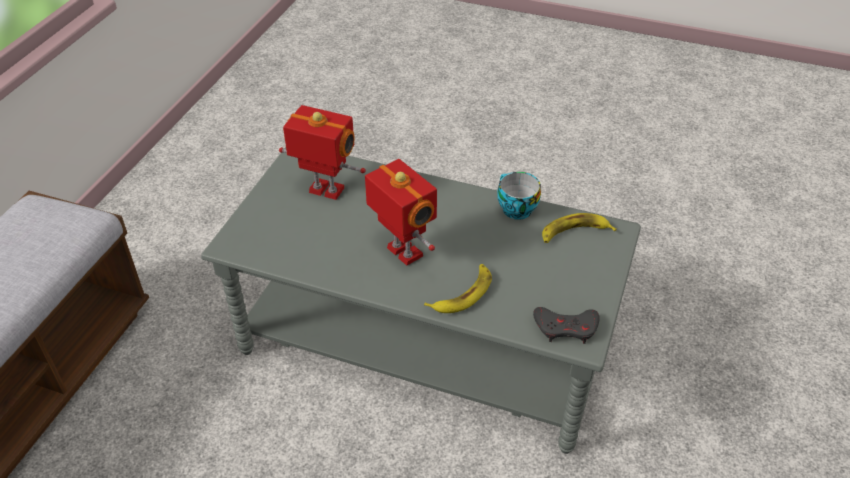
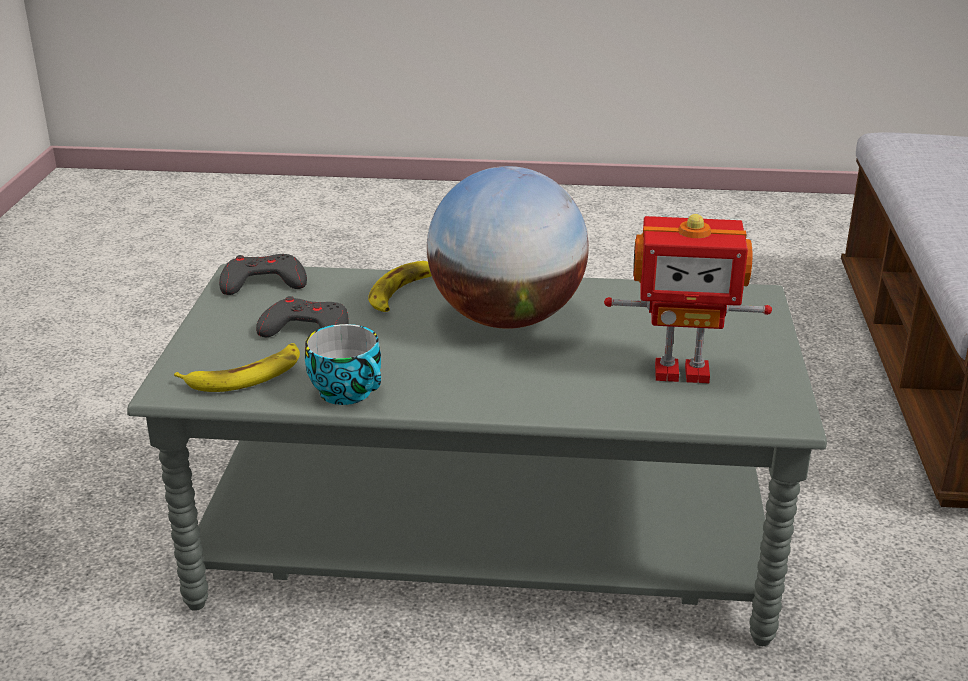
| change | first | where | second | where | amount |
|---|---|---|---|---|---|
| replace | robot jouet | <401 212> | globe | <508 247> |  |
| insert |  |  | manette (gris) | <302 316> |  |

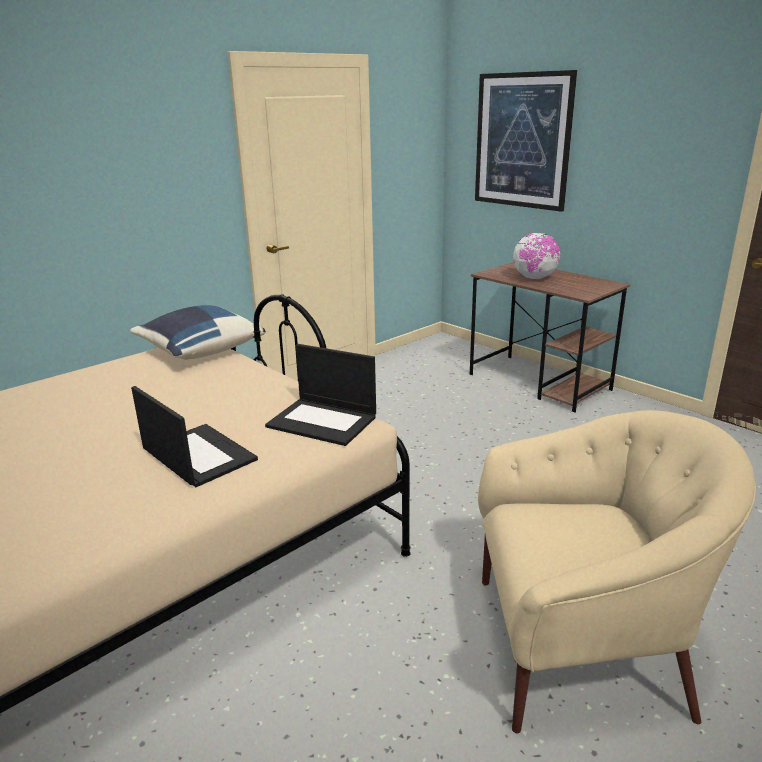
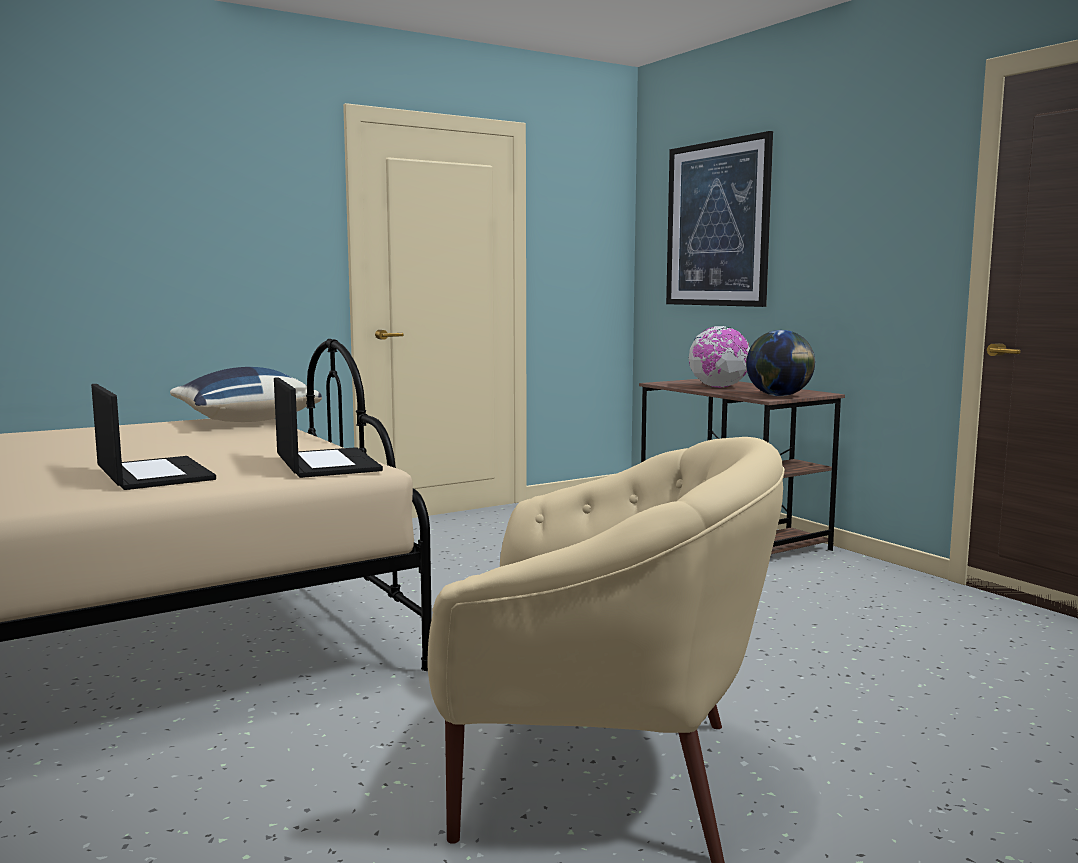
| change | first | where | second | where | amount |
|---|---|---|---|---|---|
| rotate | ordinateur portable | <320 395> |  | <328 427> | 150 degrees counterclockwise |
| insert |  |  | globe | <780 363> |  |

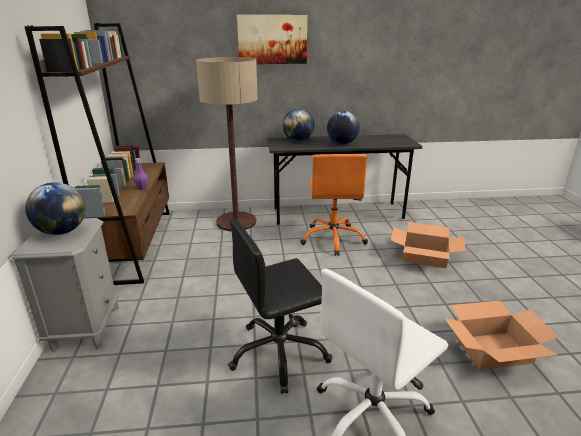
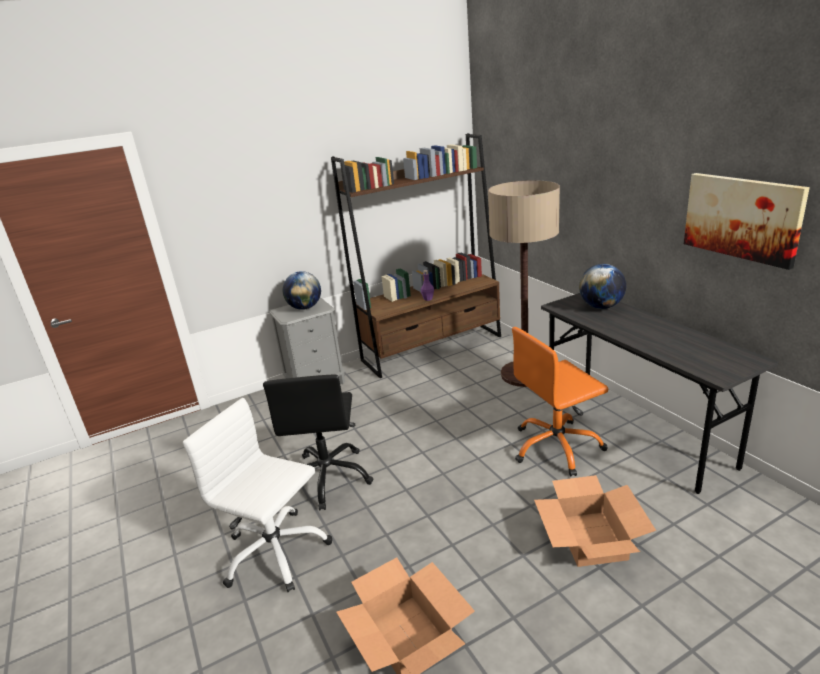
| change | first | where | second | where | amount |
|---|---|---|---|---|---|
| move | tableau | <272 39> |  | <747 221> |  |
| delete | globe | <343 127> |  |  |  |
| rotate | chaise de bureau (noir) | <280 306> |  | <318 442> | 135 degrees counterclockwise |

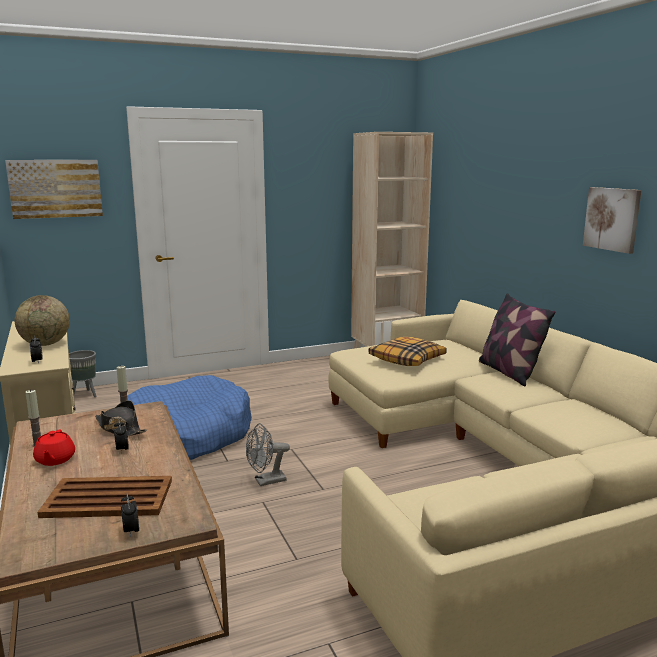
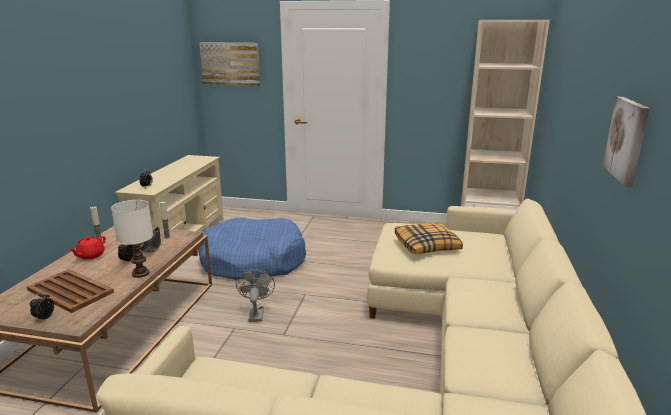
| change | first | where | second | where | amount |
|---|---|---|---|---|---|
| delete | coussin | <517 339> |  |  |  |
| delete | globe | <42 320> |  |  |  |
| delete | cache-pot (gris) | <82 373> |  |  |  |
| rotate | ventilateur (gris) | <268 454> |  | <255 295> | 75 degrees clockwise |
| insert |  |  | lampe de table (blanc) | <132 239> |  |

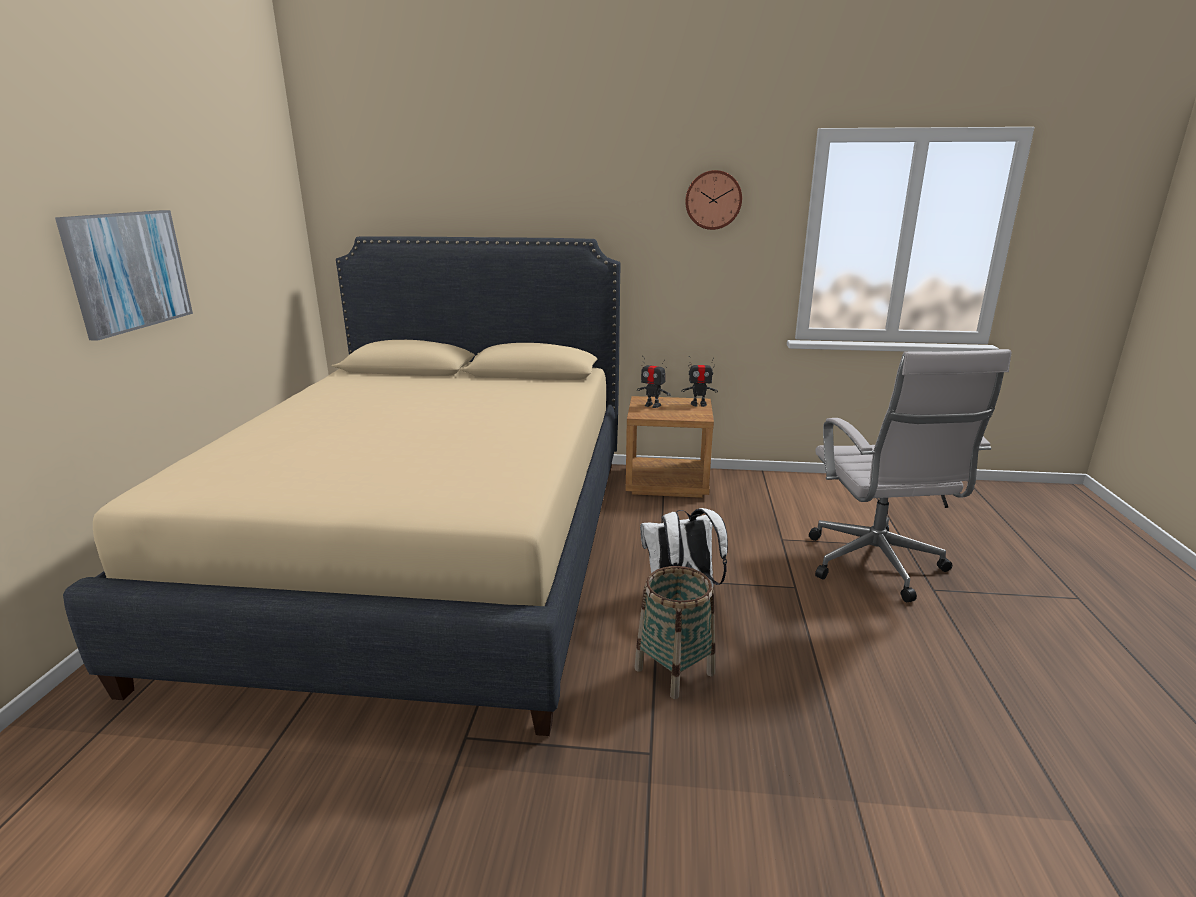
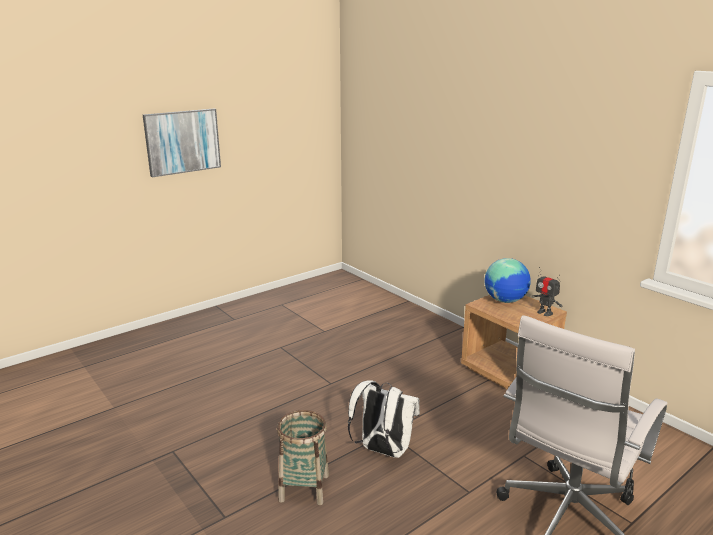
| change | first | where | second | where | amount |
|---|---|---|---|---|---|
| delete | horloge murale | <713 200> |  |  |  |
| delete | lit (beige) | <342 486> |  |  |  |
| replace | robot jouet | <654 381> | globe | <508 280> |  |

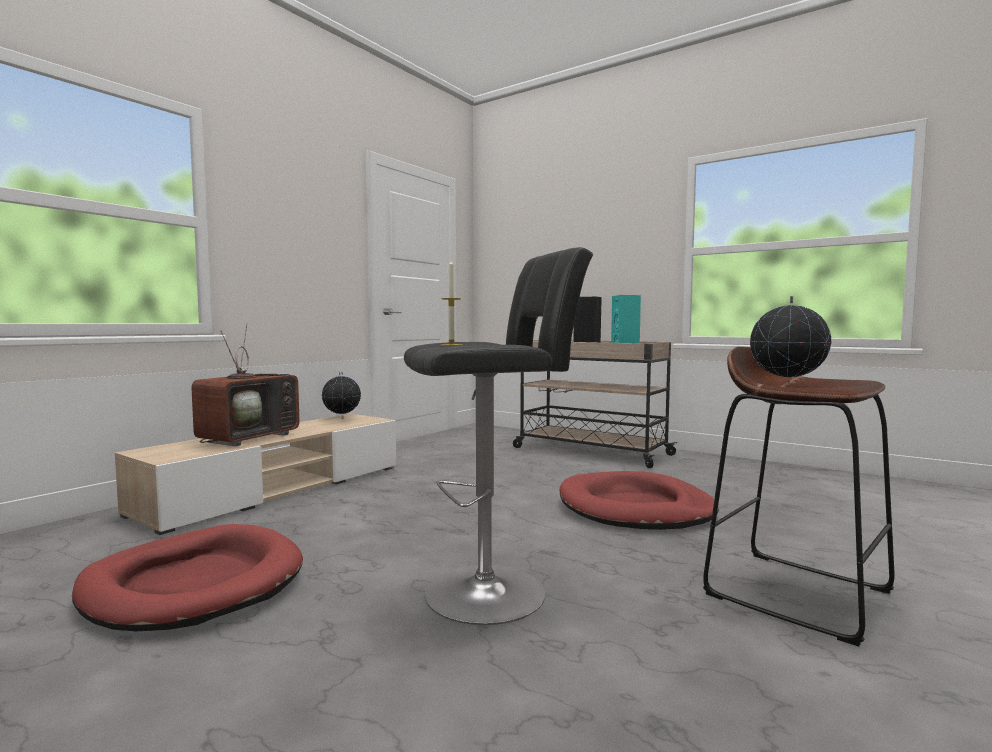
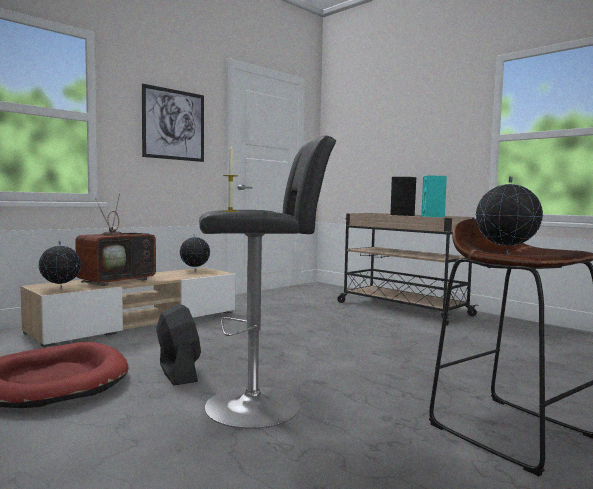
| change | first | where | second | where | amount |
|---|---|---|---|---|---|
| delete | panier pour chien (rouge) | <639 500> |  |  |  |
| insert |  |  | tableau | <173 122> |  |
| insert |  |  | globe | <59 265> |  |
| insert |  |  | ventilateur (noir) | <178 344> |  |

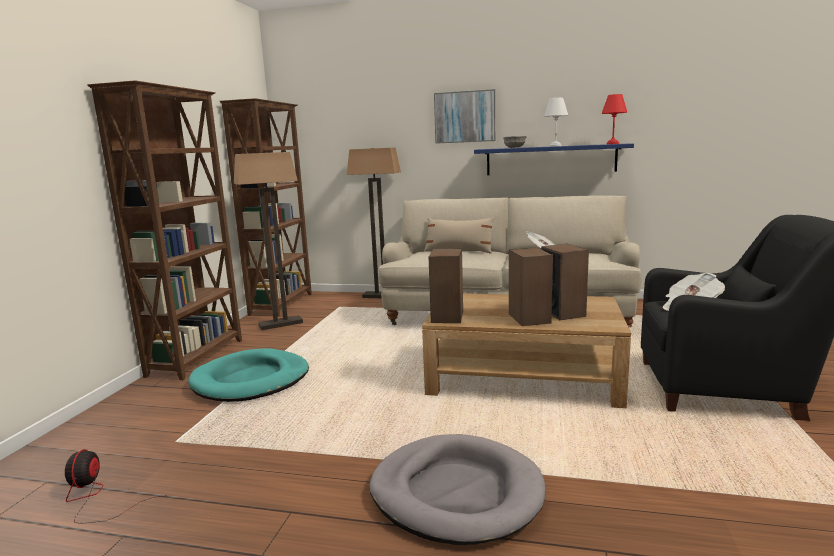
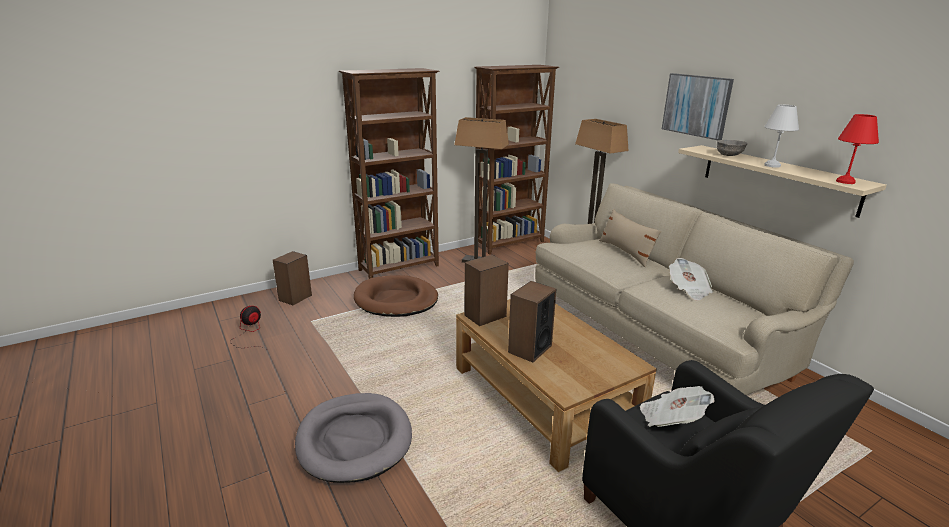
| change | first | where | second | where | amount |
|---|---|---|---|---|---|
| recolor | étagère (bleu) | <554 159> | étagère (beige) | <782 181> |  |
| move | enceinte | <565 282> |  | <292 278> |  |
| recolor | panier pour chien (turquoise) | <248 375> | panier pour chien (marron) | <396 296> |  |

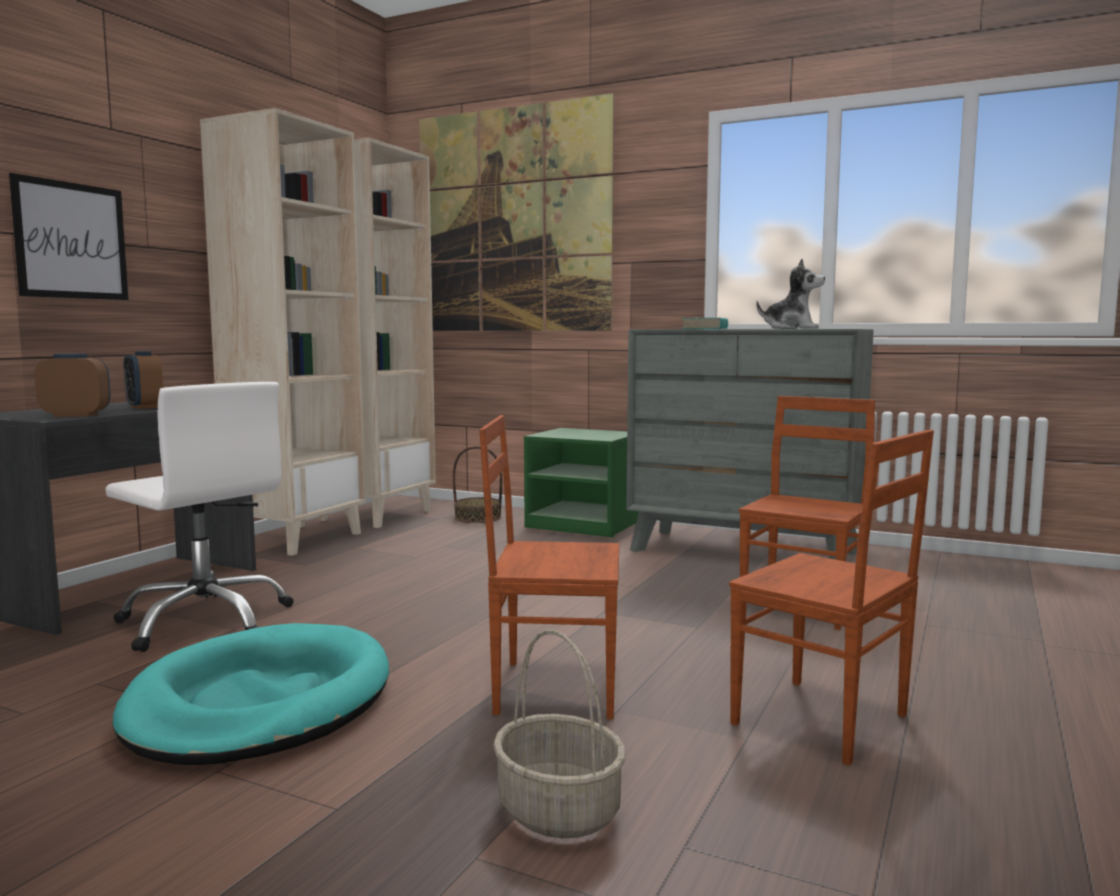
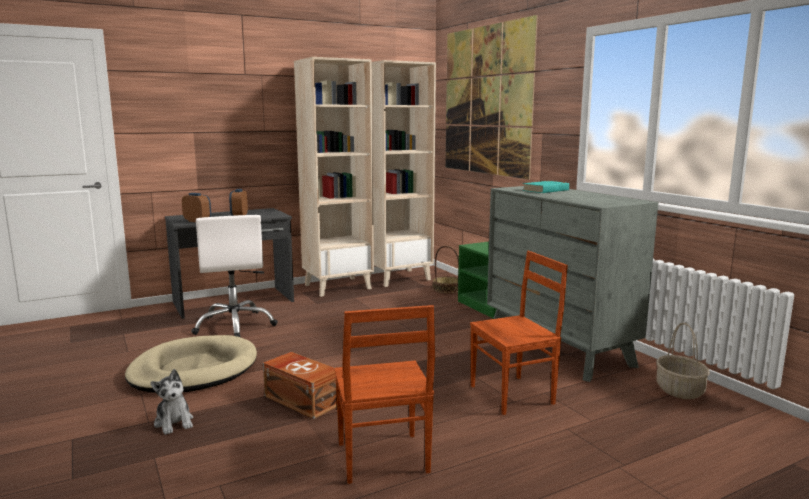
| change | first | where | second | where | amount |
|---|---|---|---|---|---|
| delete | tableau | <68 236> |  |  |  |
| move | peluche | <790 294> |  | <172 402> |  |
| replace | chaise (marron) | <549 567> | boîte de rangement (marron) | <300 385> |  |
| recolor | panier pour chien (turquoise) | <251 694> | panier pour chien (beige) | <191 364> |  |
| move | panier | <559 734> |  | <683 361> |  |

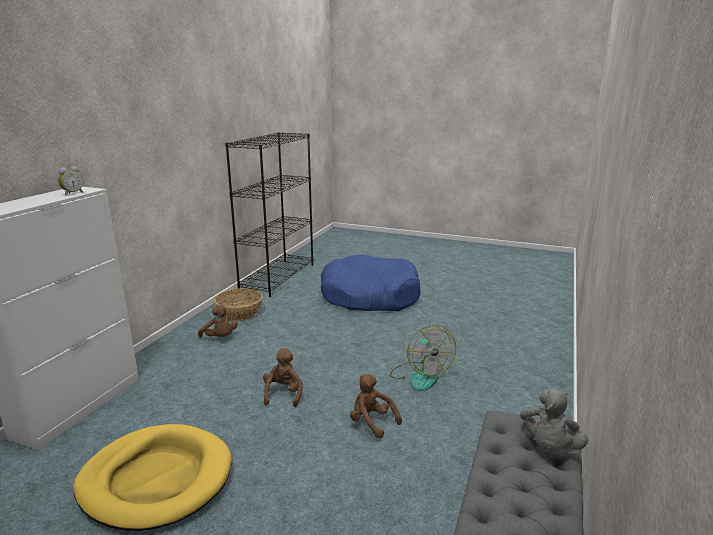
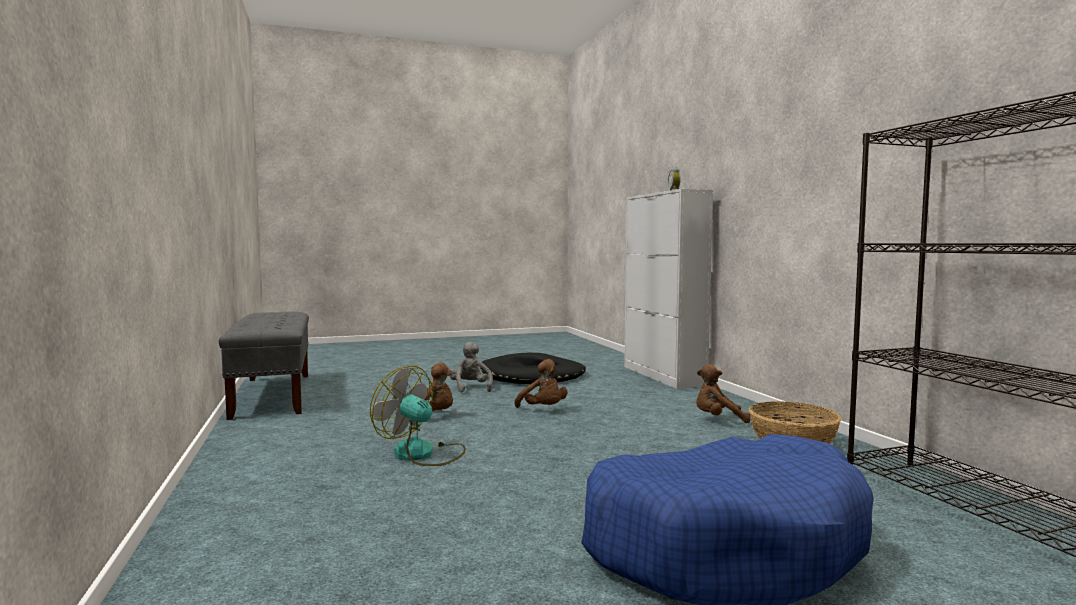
| change | first | where | second | where | amount |
|---|---|---|---|---|---|
| move | peluche (gris) | <554 419> |  | <471 367> |  |
| recolor | panier pour chien (jaune) | <152 477> | panier pour chien (noir) | <533 368> |  |

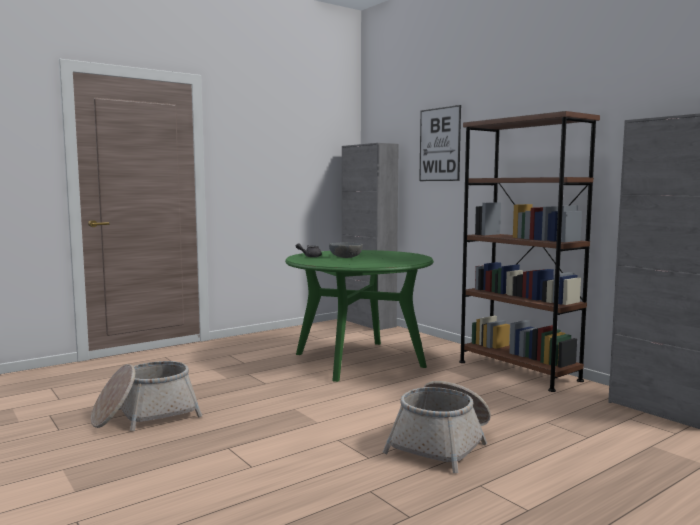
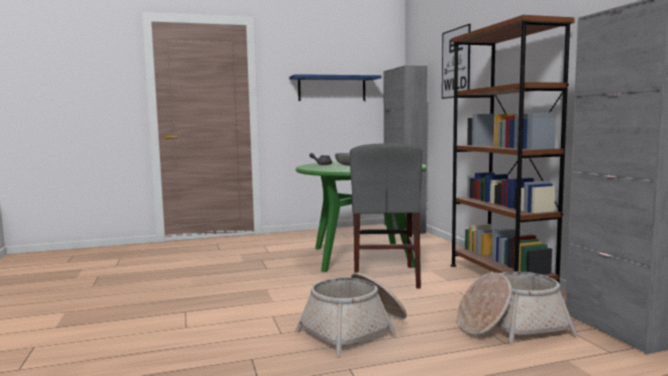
| change | first | where | second | where | amount |
|---|---|---|---|---|---|
| move | panier | <147 396> |  | <517 308> |  |
| insert |  |  | étagère (bleu) | <335 87> |  |
| insert |  |  | chaise (gris) | <386 216> |  |

